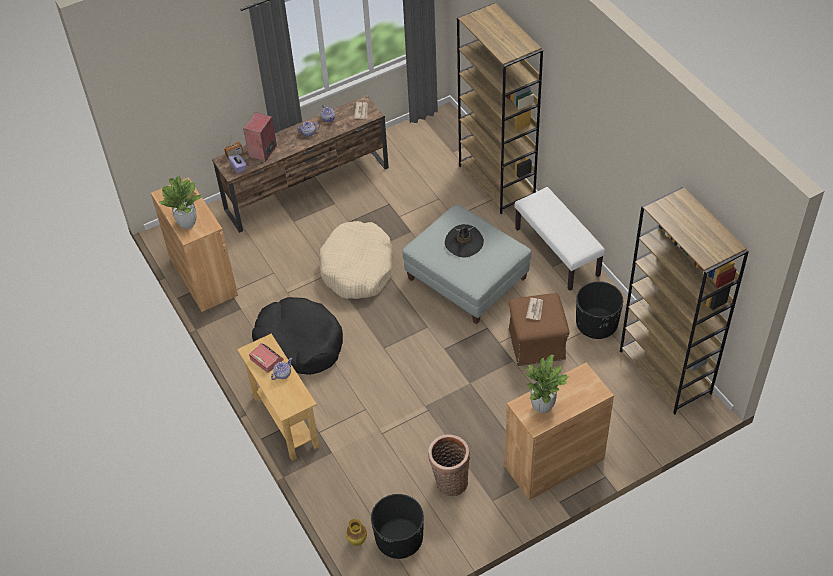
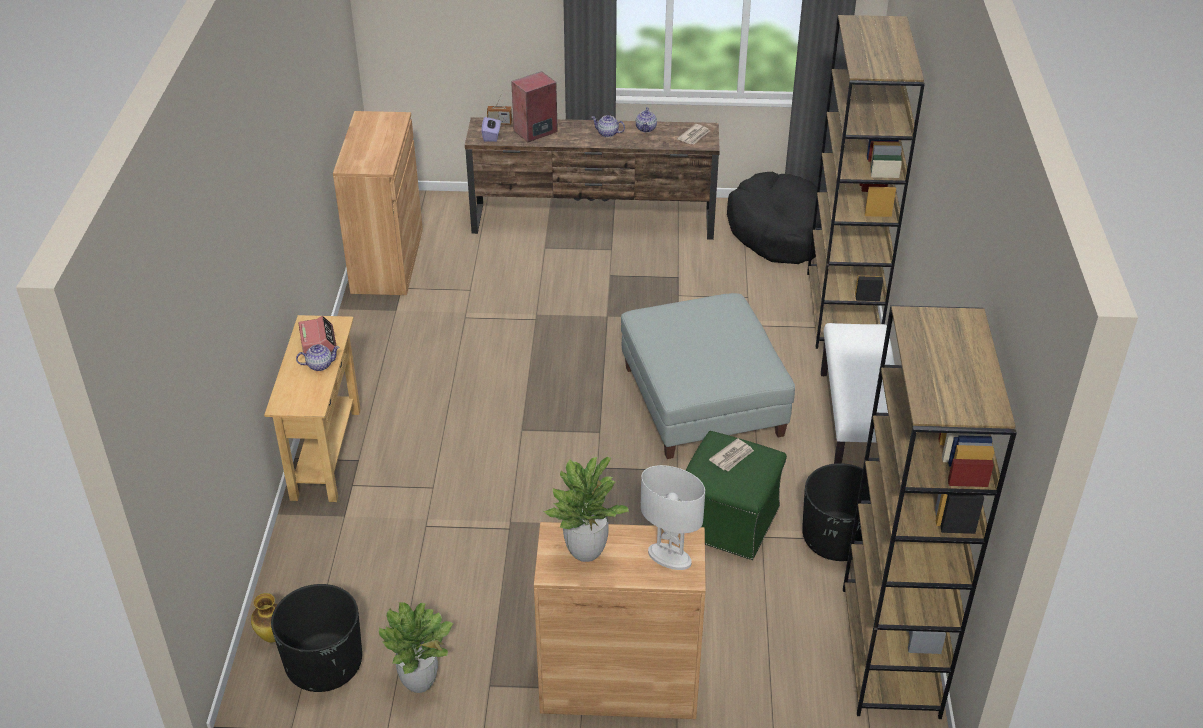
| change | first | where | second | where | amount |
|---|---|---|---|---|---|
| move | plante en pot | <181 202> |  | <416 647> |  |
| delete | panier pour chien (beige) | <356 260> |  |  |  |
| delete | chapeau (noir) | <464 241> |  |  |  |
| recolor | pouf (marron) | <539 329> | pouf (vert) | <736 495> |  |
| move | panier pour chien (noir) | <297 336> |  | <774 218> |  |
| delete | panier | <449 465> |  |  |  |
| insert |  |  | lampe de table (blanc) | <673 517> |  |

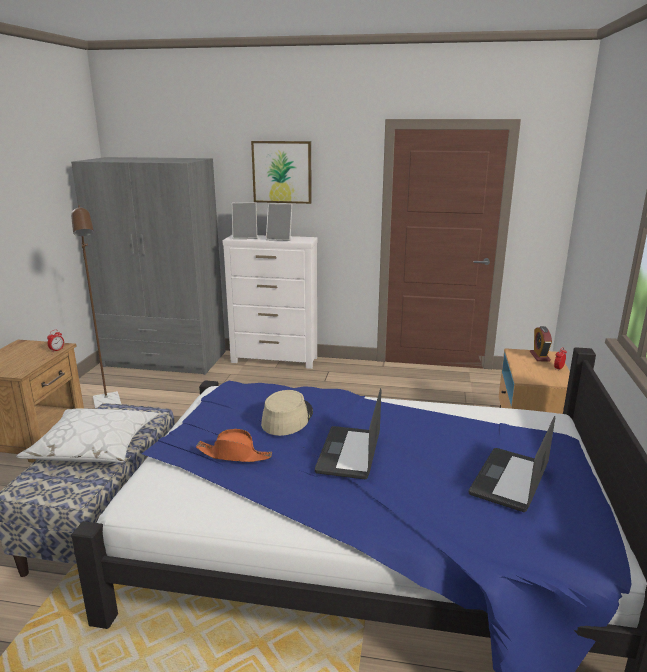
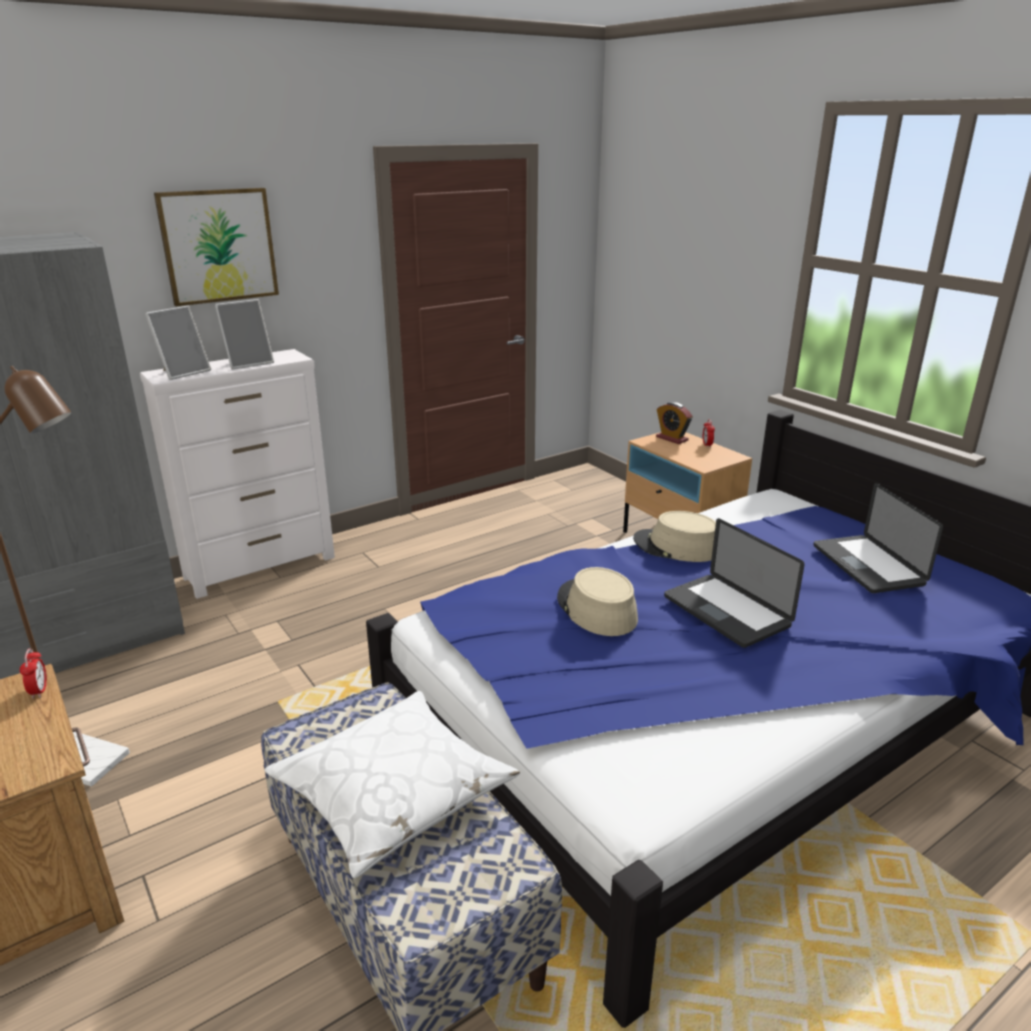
| change | first | where | second | where | amount |
|---|---|---|---|---|---|
| delete | chapeau (orange) | <234 445> |  |  |  |
| insert |  |  | chapeau (beige) | <674 536> |  |

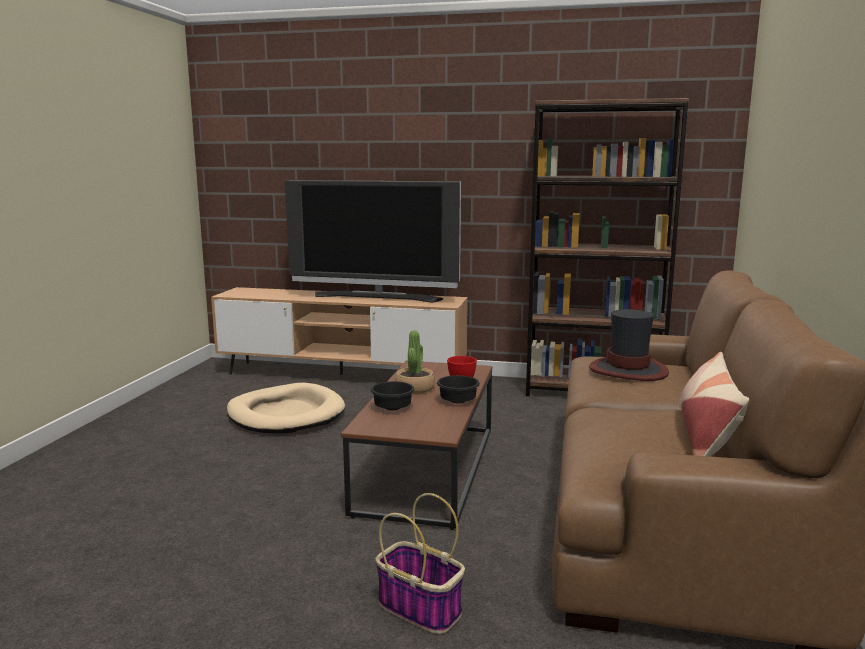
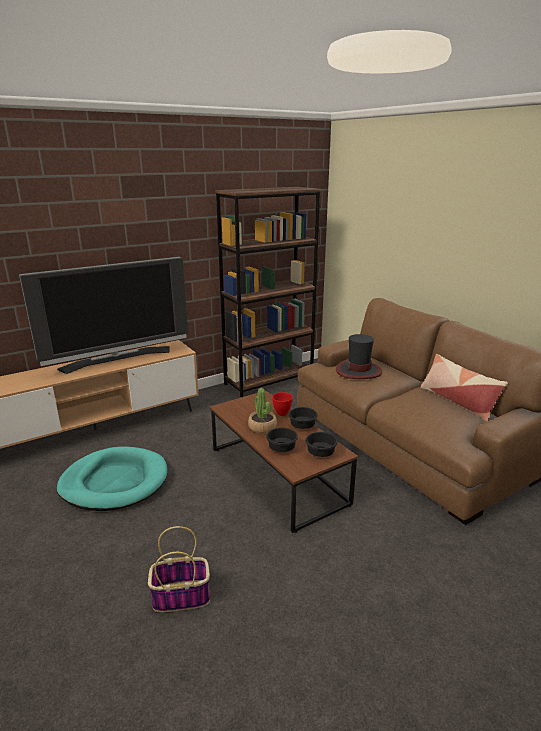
| change | first | where | second | where | amount |
|---|---|---|---|---|---|
| recolor | panier pour chien (beige) | <286 408> | panier pour chien (turquoise) | <112 478> |  |
| move | panier | <420 563> |  | <179 569> |  |
| insert |  |  | bol (noir) | <321 444> |  |

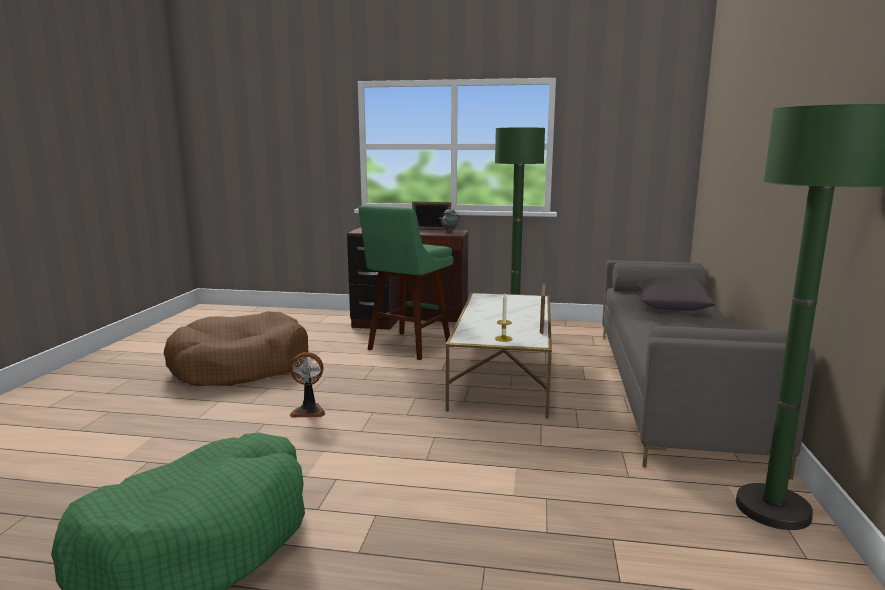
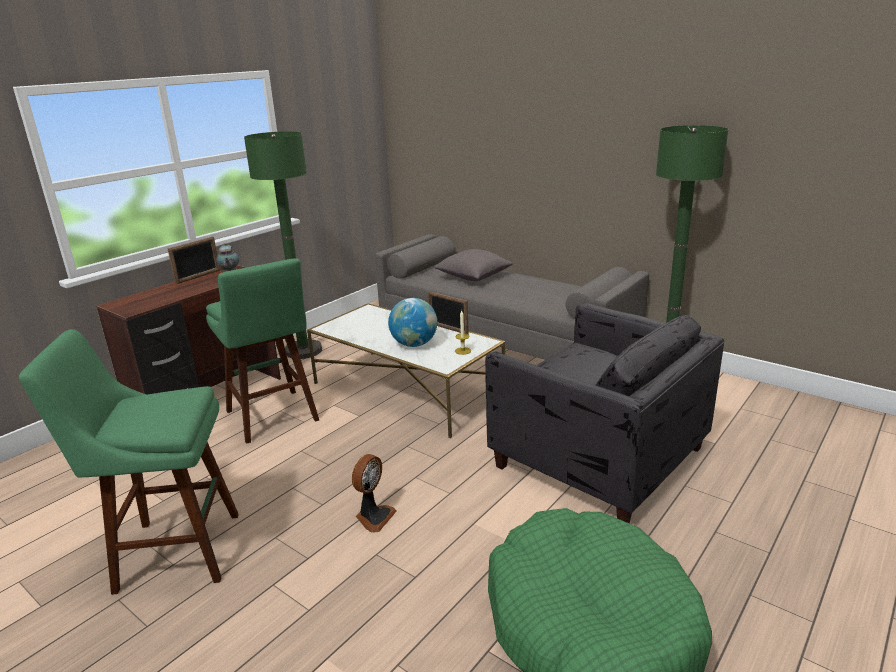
| change | first | where | second | where | amount |
|---|---|---|---|---|---|
| replace | panier pour chien (marron) | <236 348> | tabouret (vert) | <129 462> |  |
| insert |  |  | globe | <412 322> |  |
| insert |  |  | fauteuil (gris) | <604 413> |  |

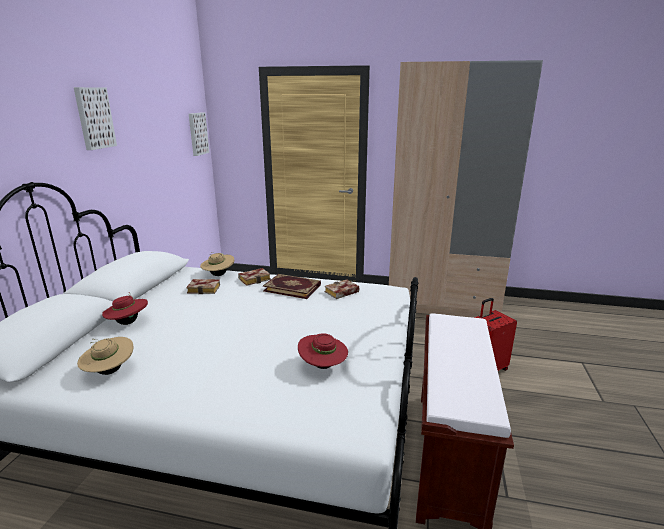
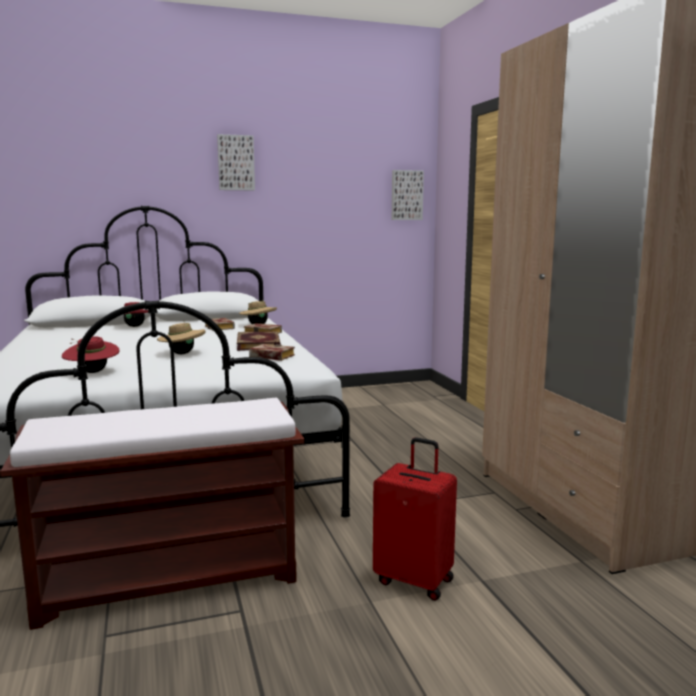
| change | first | where | second | where | amount |
|---|---|---|---|---|---|
| move | chapeau (beige) | <105 356> |  | <181 337> |  |

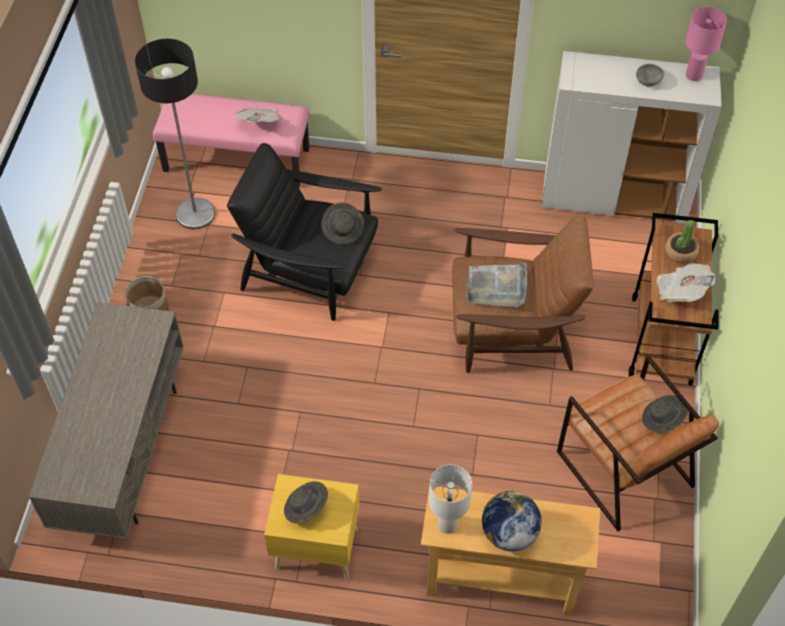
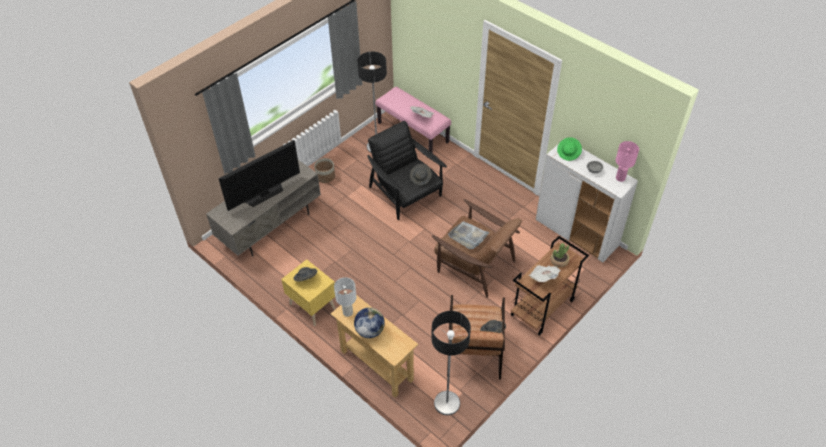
| change | first | where | second | where | amount |
|---|---|---|---|---|---|
| insert |  |  | chapeau (vert) | <569 149> |  |
| insert |  |  | téléviseur | <259 175> |  |
| insert |  |  | lampadaire | <451 363> |  |

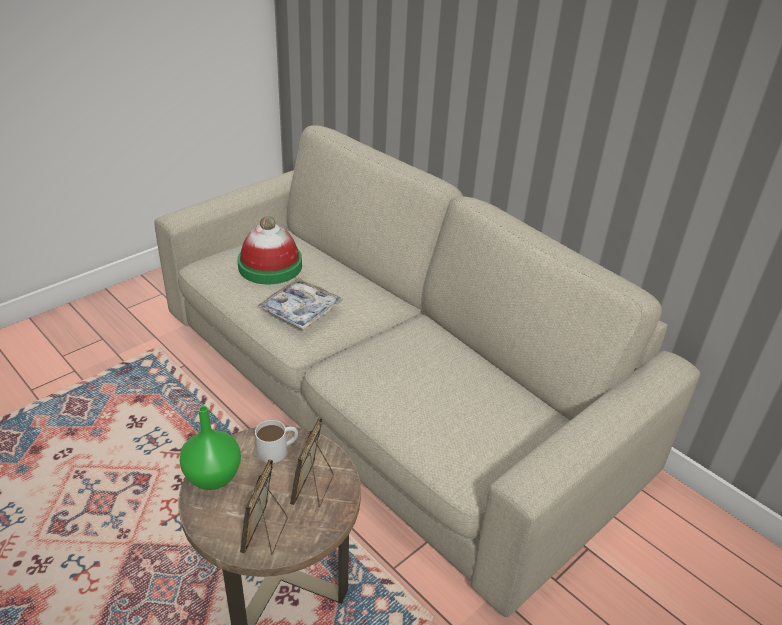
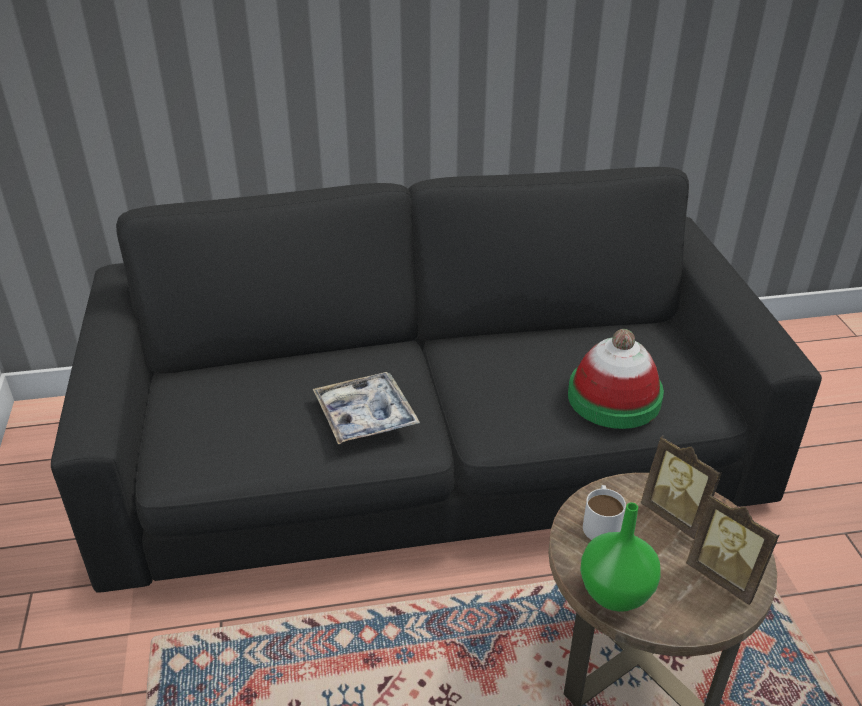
| change | first | where | second | where | amount |
|---|---|---|---|---|---|
| recolor | canapé (beige) | <427 371> | canapé (noir) | <436 380> |  |
| move | chapeau | <269 250> |  | <616 379> |  |

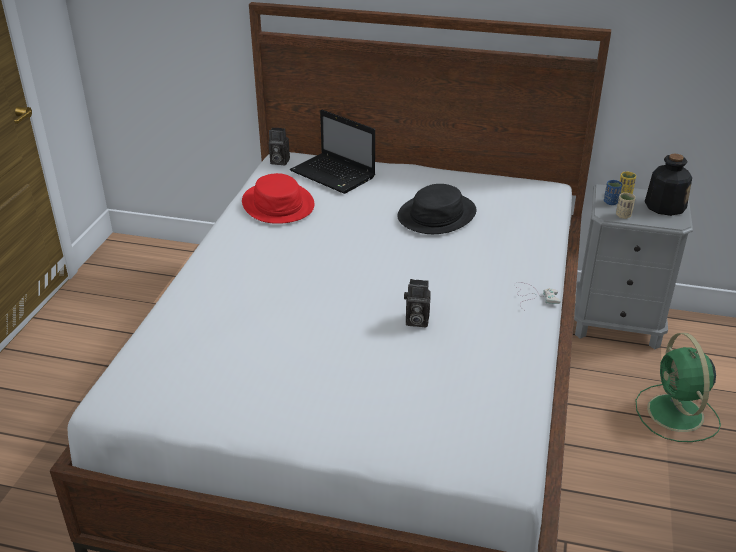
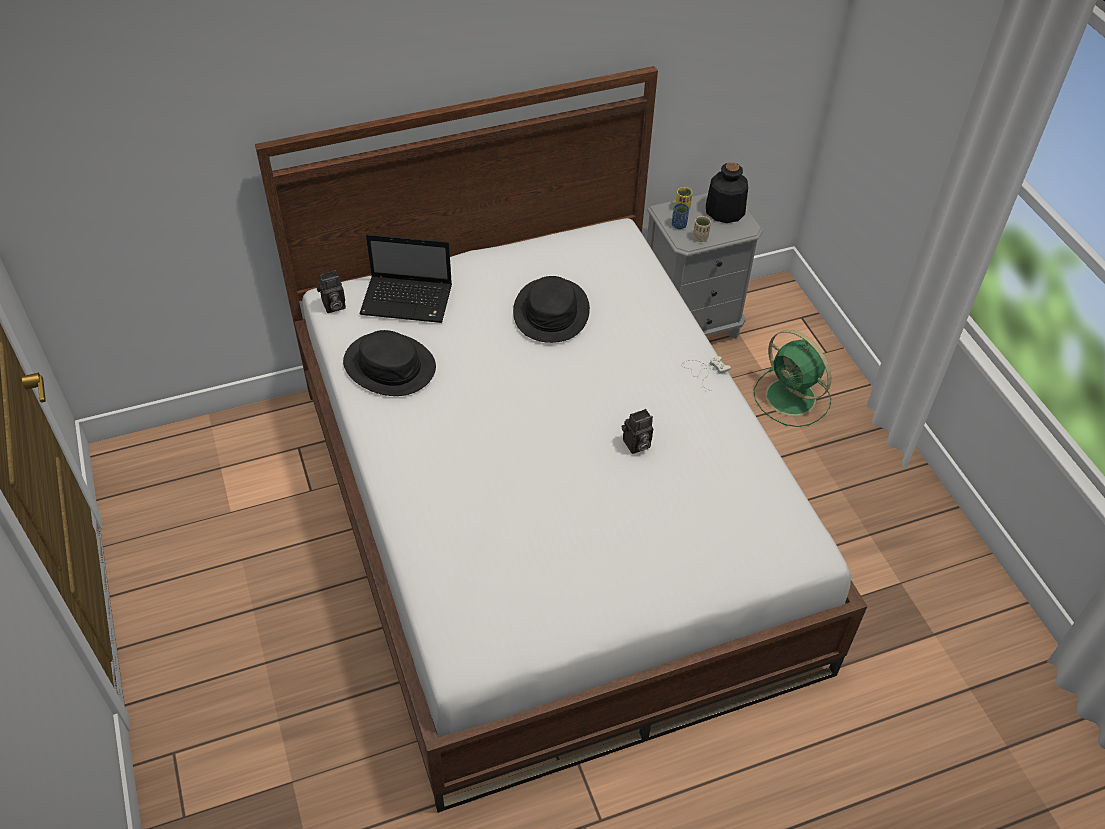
| change | first | where | second | where | amount |
|---|---|---|---|---|---|
| recolor | chapeau (rouge) | <278 198> | chapeau (noir) | <389 363> |  |

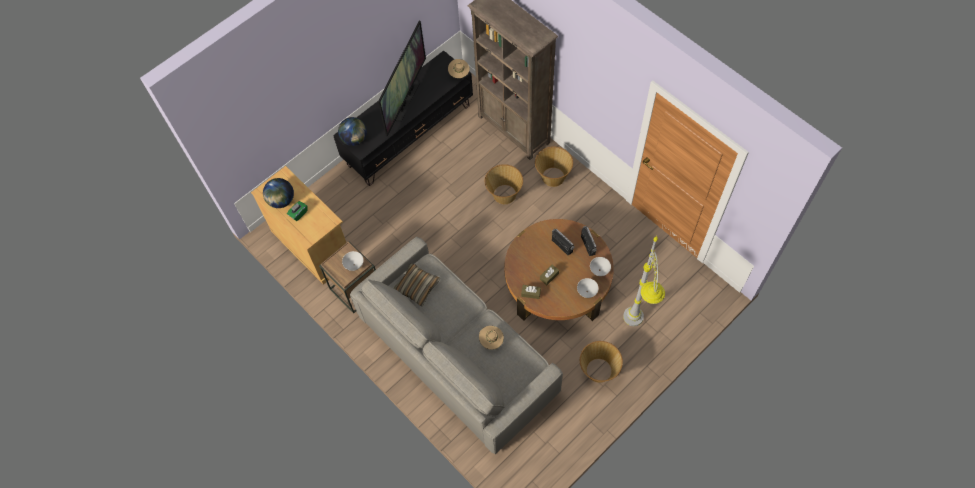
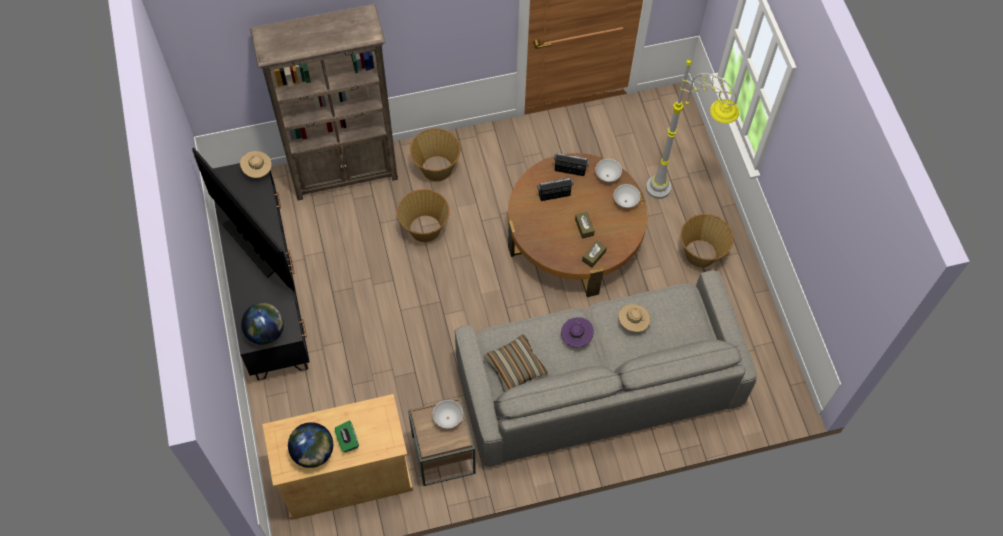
| change | first | where | second | where | amount |
|---|---|---|---|---|---|
| insert |  |  | chapeau (violet) | <577 332> |  |

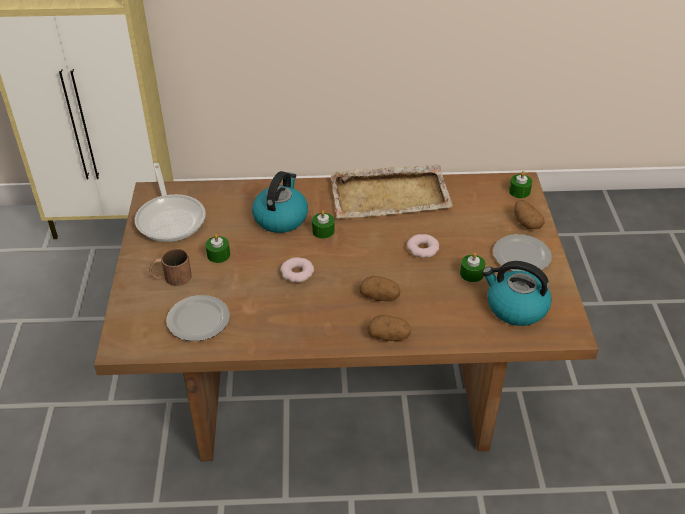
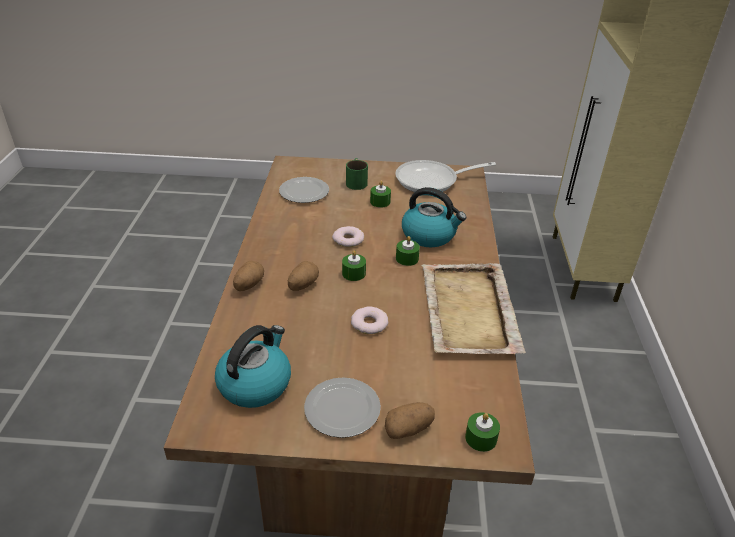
| change | first | where | second | where | amount |
|---|---|---|---|---|---|
| recolor | mug (marron) | <170 267> | mug (vert) | <357 174> |  |
| move | bougie (vert) | <472 267> |  | <354 265> |  |

